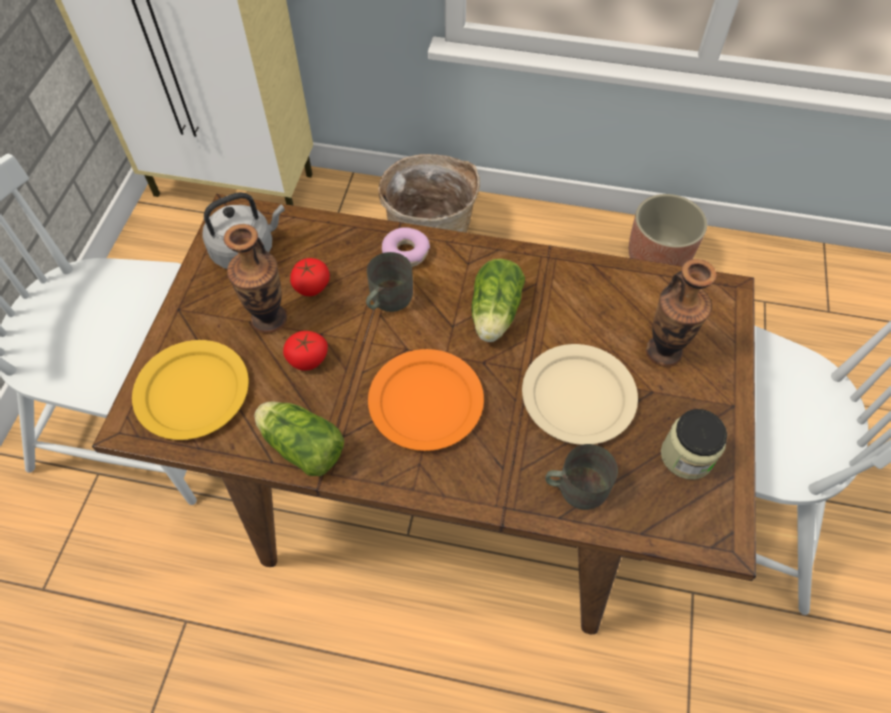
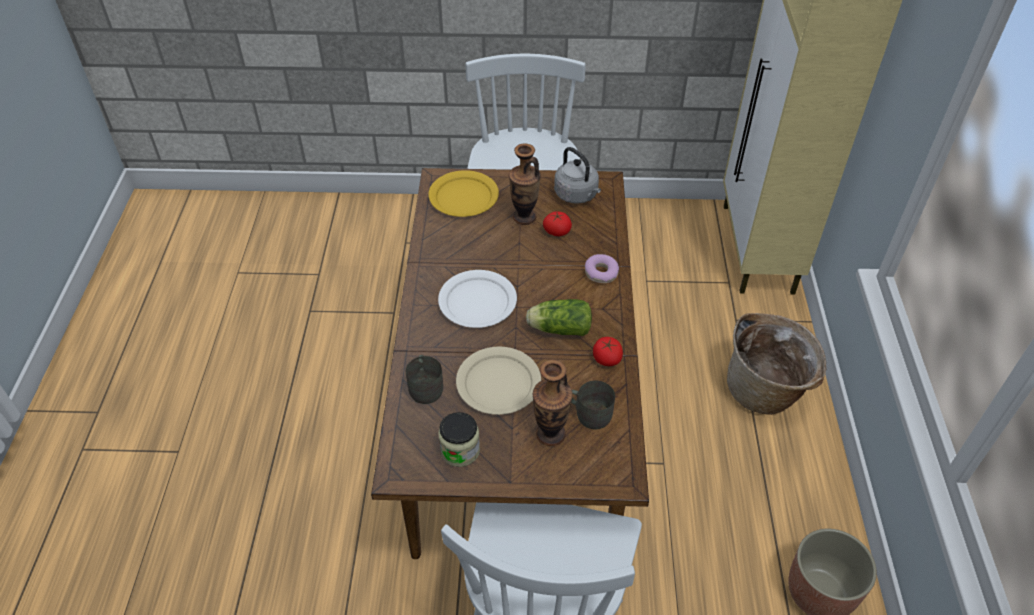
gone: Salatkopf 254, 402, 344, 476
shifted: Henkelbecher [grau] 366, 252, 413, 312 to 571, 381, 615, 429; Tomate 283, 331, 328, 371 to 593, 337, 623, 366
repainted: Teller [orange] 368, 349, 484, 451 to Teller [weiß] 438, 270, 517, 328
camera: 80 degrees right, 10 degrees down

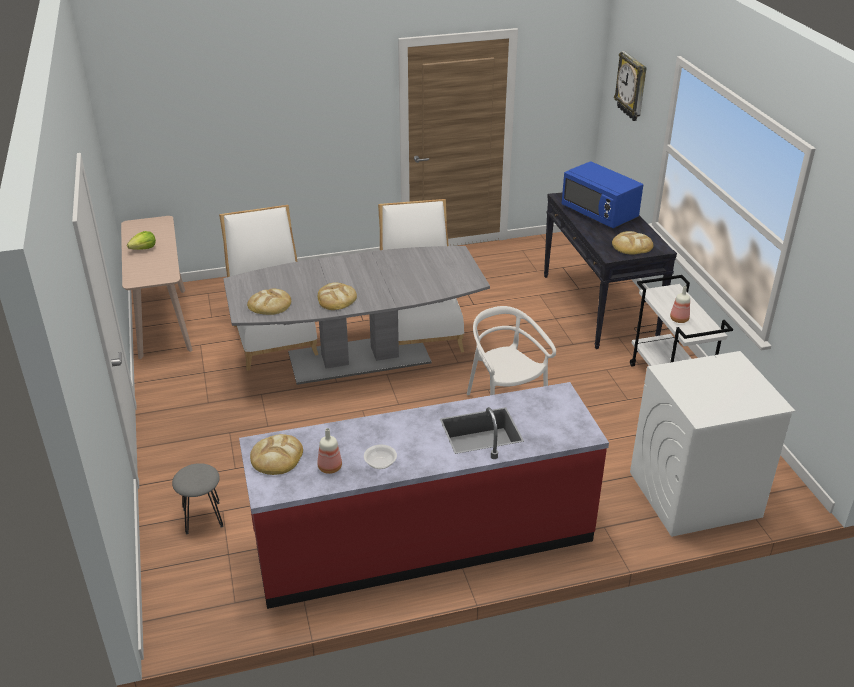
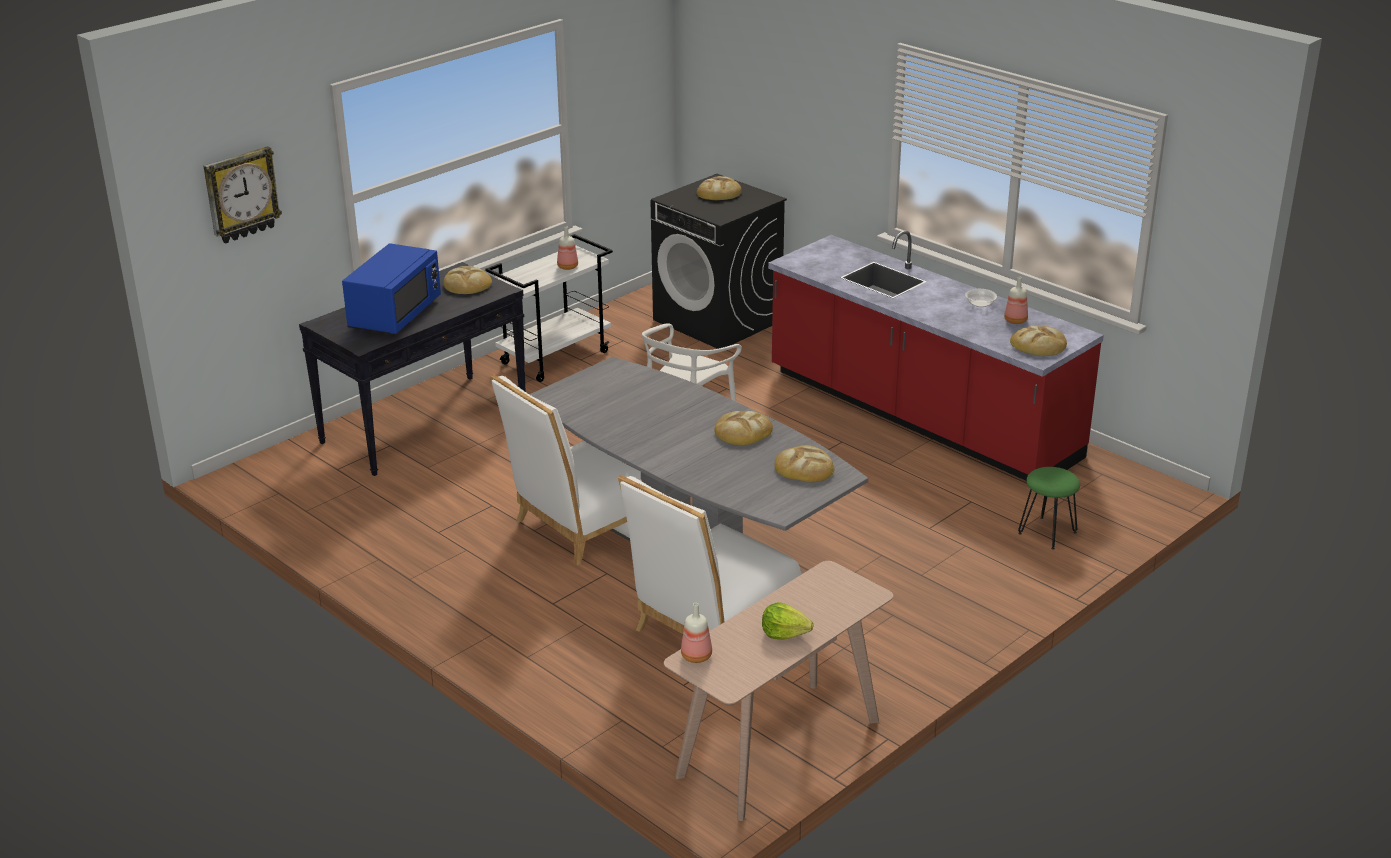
new: Flasche 681, 603, 712, 663; Brot 697, 176, 741, 200
repainted: Waschmaschine [weiß] 630, 351, 795, 537 to Waschmaschine [schwarz] 651, 174, 787, 349; Hocker [grau] 172, 463, 223, 534 to Hocker [grün] 1018, 467, 1080, 549
camera: 120 degrees left, 5 degrees down

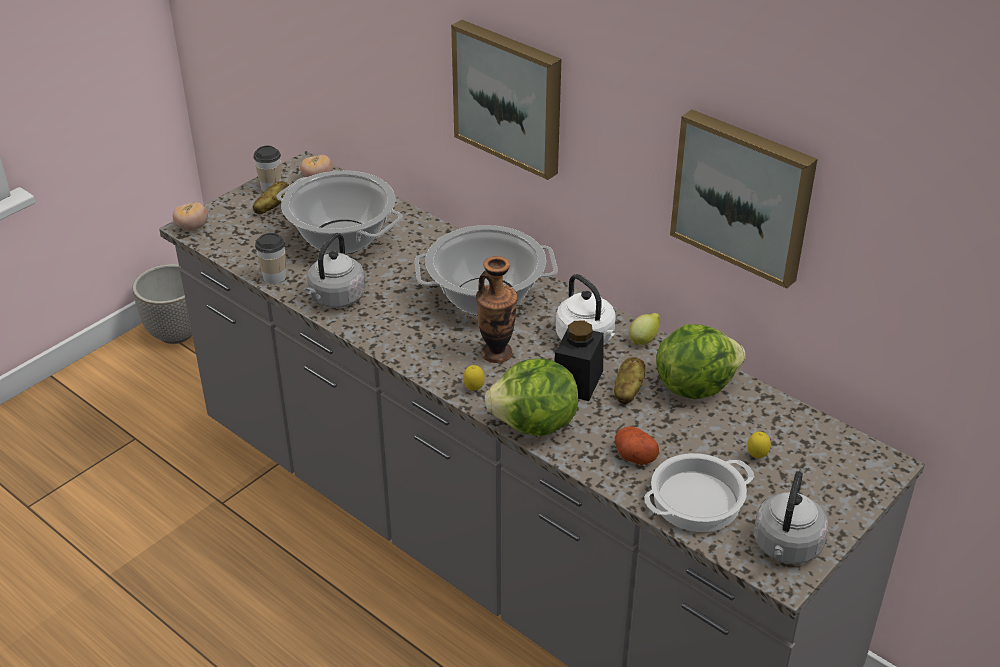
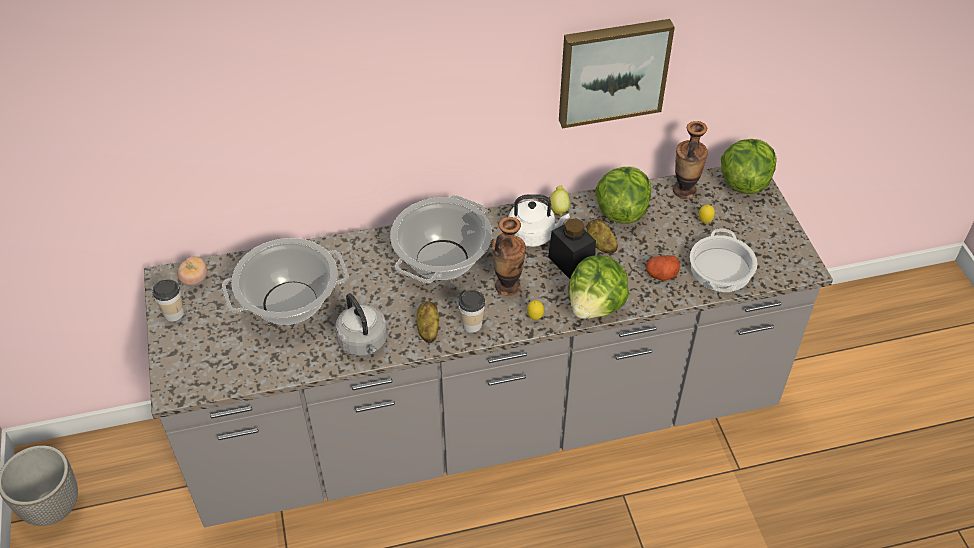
gone: Tomate 173, 202, 208, 231; Bild 451, 20, 561, 180; Wasserkessel [grau] 754, 471, 828, 564
new: Vase 673, 121, 708, 199; Salatkopf 721, 139, 777, 194
shifted: Kartoffel 253, 181, 289, 214 to 417, 301, 439, 343; Tasse 255, 233, 286, 284 to 458, 290, 485, 333
camera: 55 degrees left, 10 degrees up

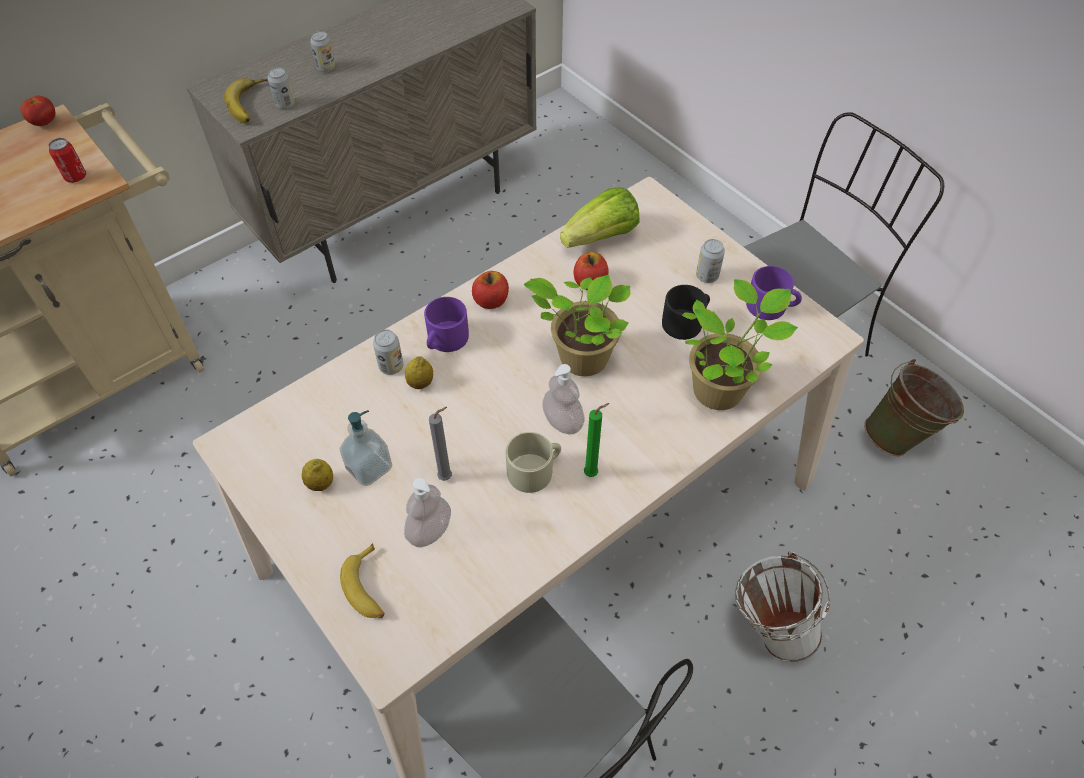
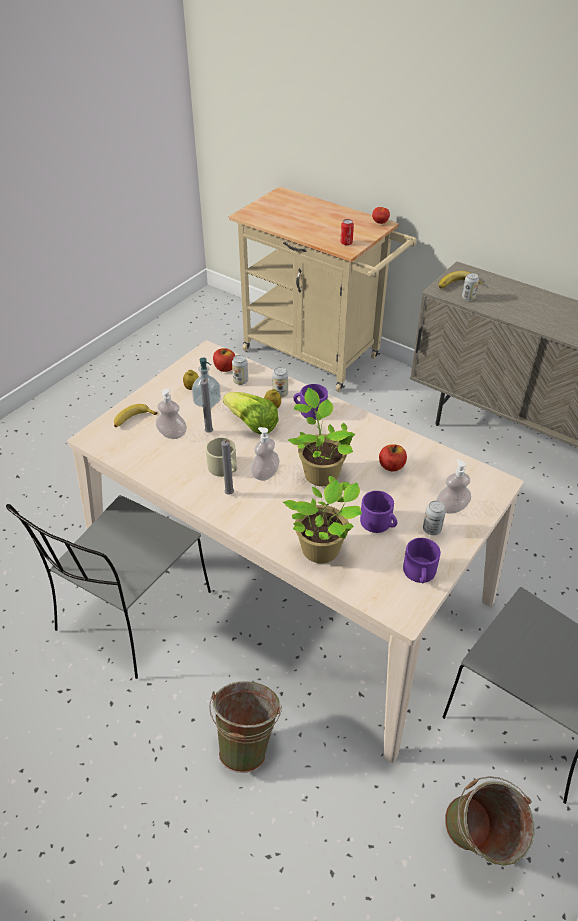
new: Seifenspender 436, 459, 471, 514
shifted: Apfel 472, 271, 509, 309 to 213, 348, 235, 372; Salatkopf 560, 187, 640, 248 to 223, 392, 279, 435; Dose 310, 31, 335, 72 to 232, 355, 248, 385
repainted: Eimer [weiß] 735, 551, 830, 662 to Eimer [grün] 209, 681, 282, 773; Kerze [grün] 584, 403, 609, 477 to Kerze [grau] 221, 440, 234, 495; Henkelbecher [schwarz] 662, 285, 710, 340 to Henkelbecher [lila] 360, 491, 397, 533
camera: 75 degrees right, 10 degrees down

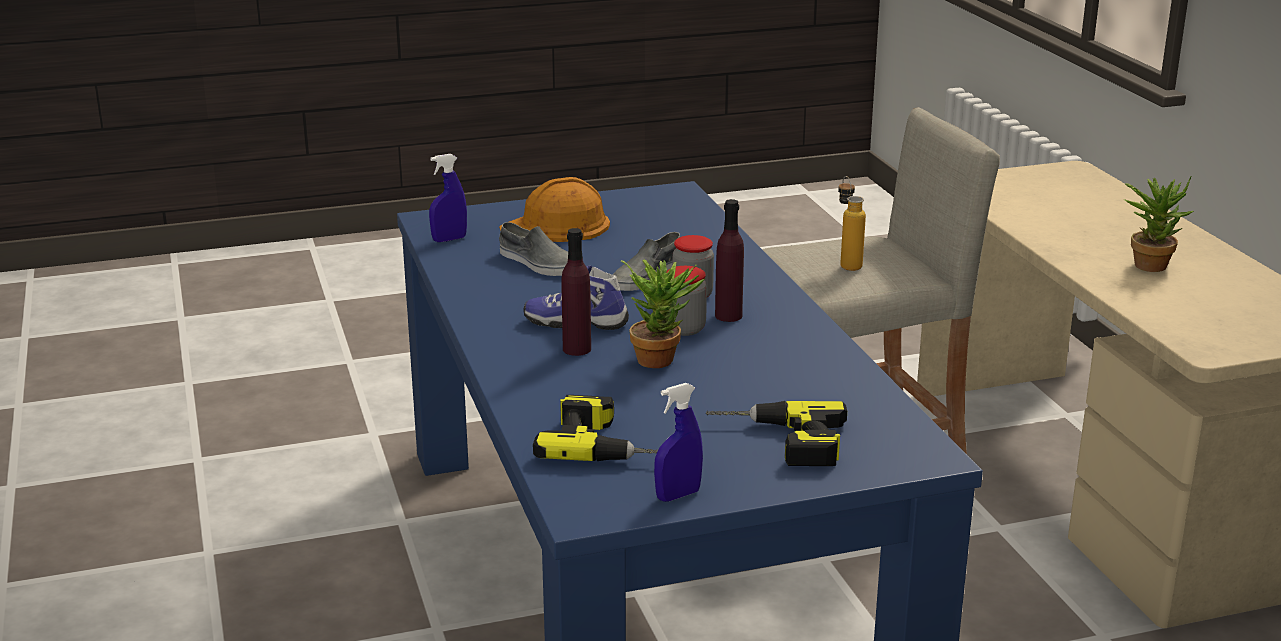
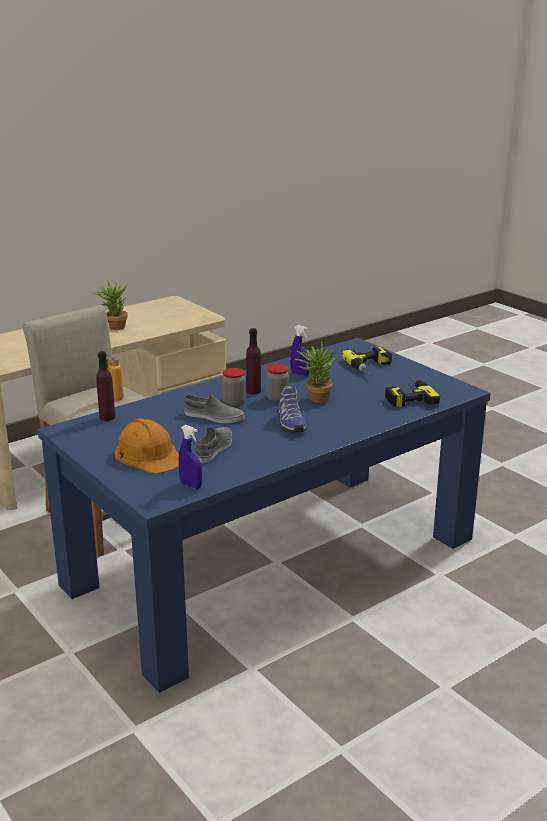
shifted: Flasche [lila] 562, 228, 591, 356 to 96, 351, 115, 421; Sprühflasche [blau] 654, 383, 703, 502 to 290, 325, 310, 376
camera: 110 degrees left, 0 degrees up

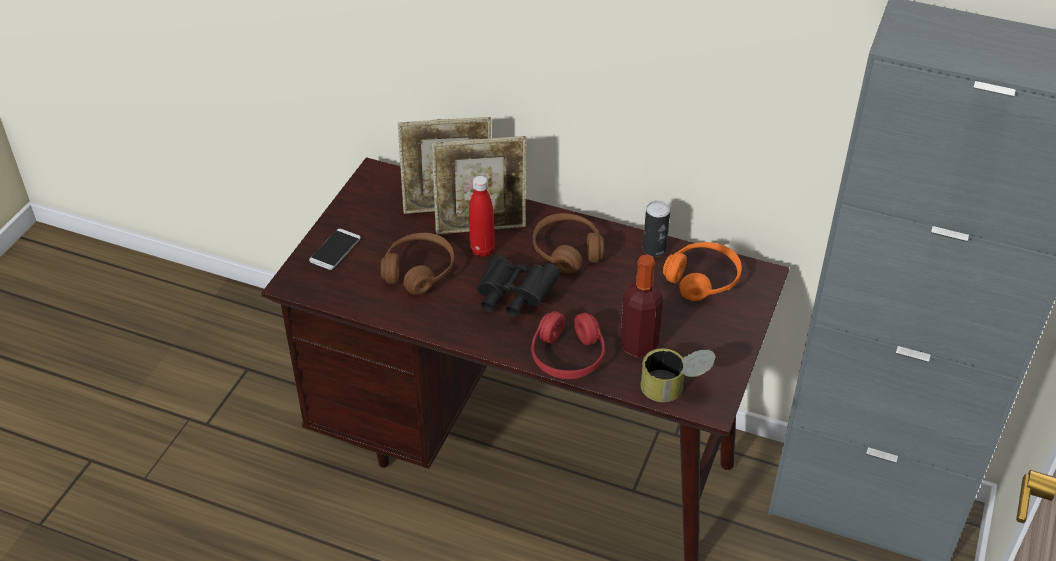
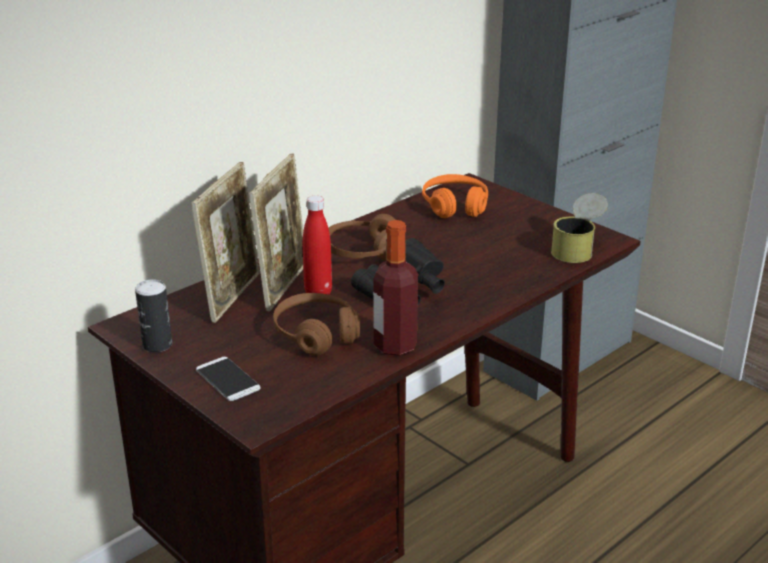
gone: Kopfhörer [rot] 531, 311, 605, 379
shifted: Dose 643, 201, 670, 257 to 135, 279, 172, 352; Flasche 620, 255, 663, 358 to 373, 220, 418, 356
camera: 65 degrees left, 15 degrees down

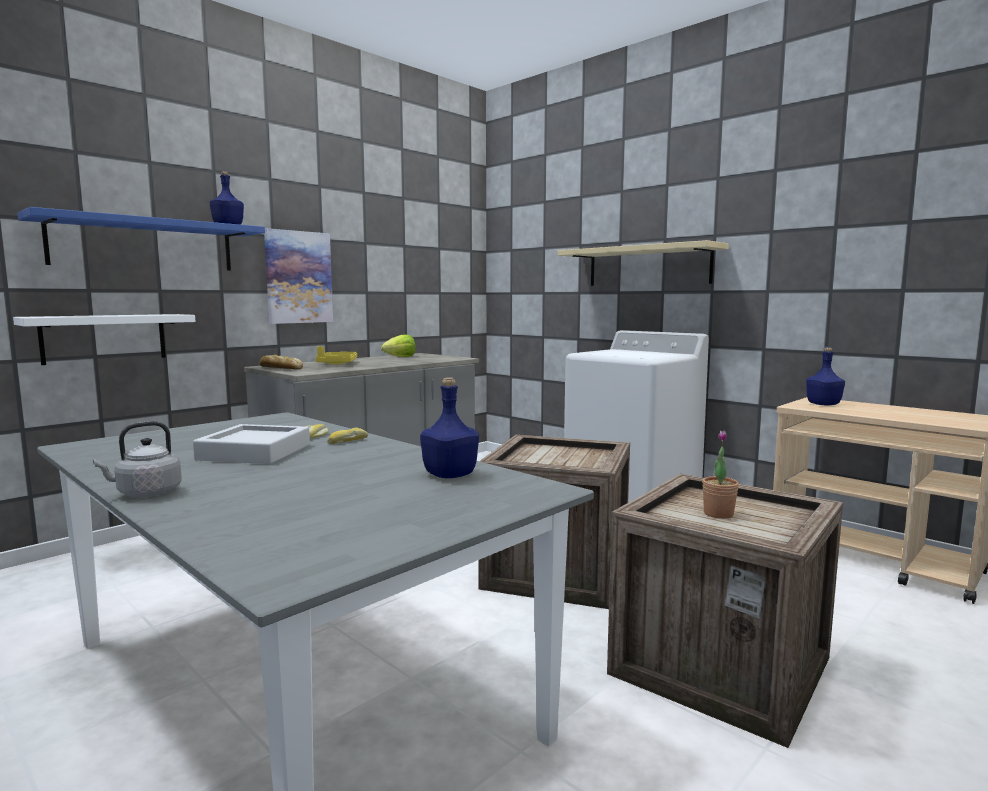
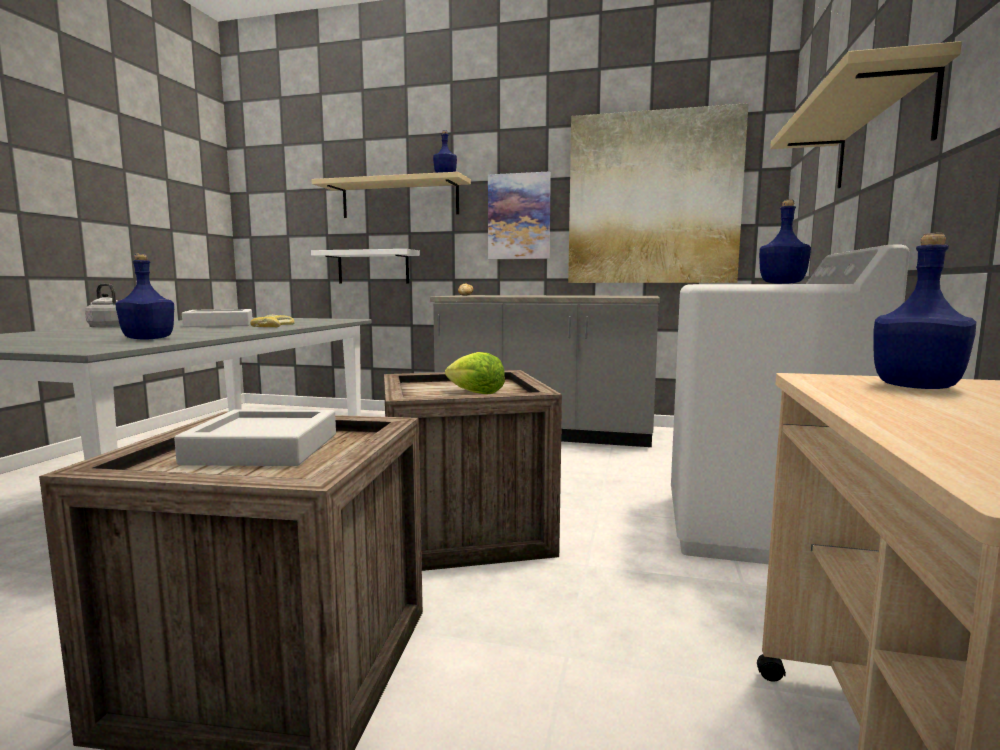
gone: Tablett [gelb] 316, 346, 357, 365
new: Bild 568, 103, 749, 283; Flasche [blau] 759, 200, 811, 284
shifted: Salatkopf 381, 335, 416, 357 to 445, 352, 505, 394
swapped: Topfpflanze 702, 430, 739, 519 to Tablett [grau] 174, 410, 336, 466
repainted: Wandregal [blau] 17, 207, 265, 271 to Wandregal [beige] 311, 172, 471, 218
camera: 60 degrees right, 0 degrees up

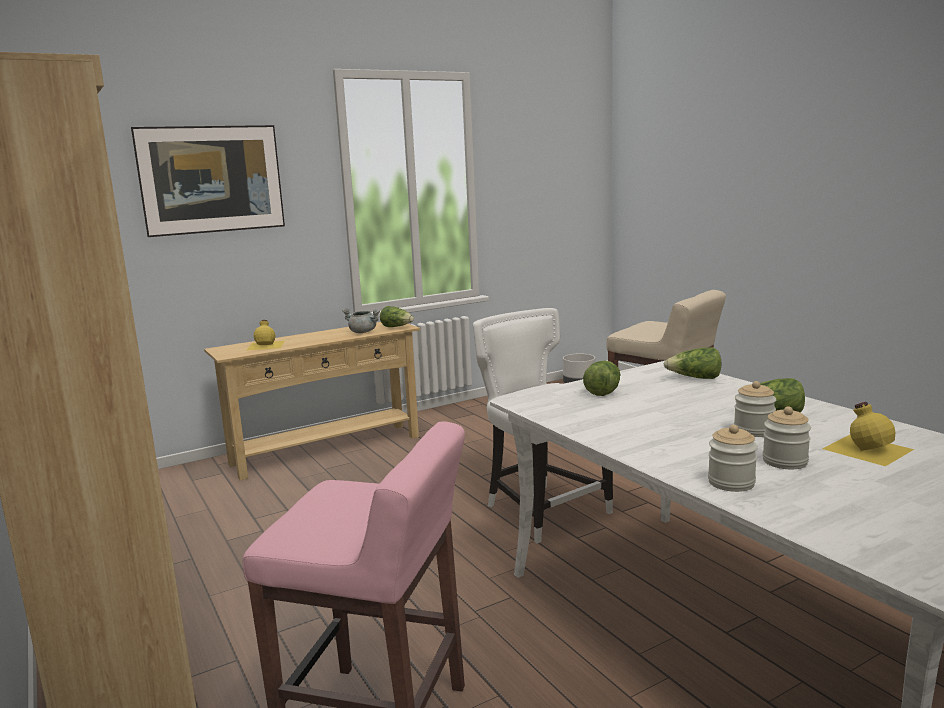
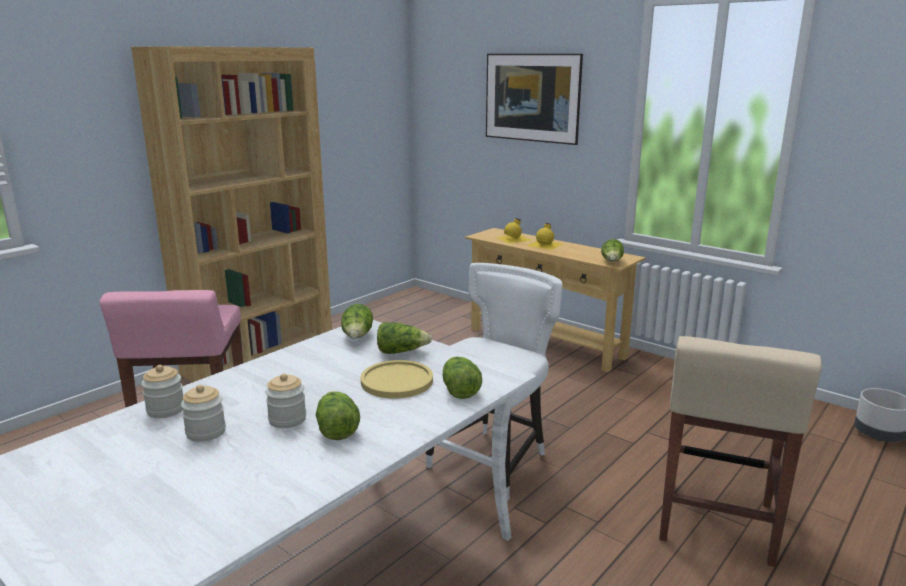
gone: Kochtopf [grau] 342, 308, 380, 333
new: Salatkopf 341, 304, 373, 339; Teller [gelb] 360, 360, 433, 398
shifted: Flasche [gelb] 822, 402, 914, 466 to 527, 223, 563, 250
camera: 70 degrees right, 5 degrees up

